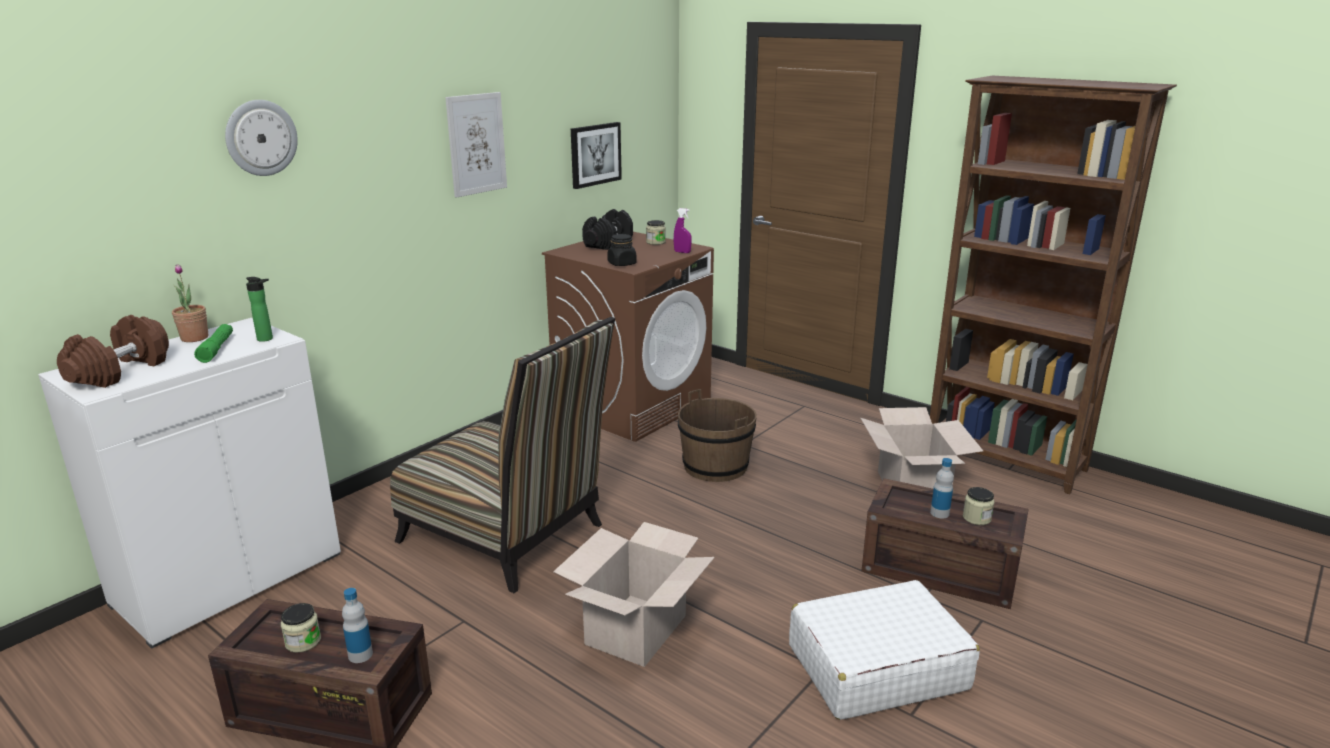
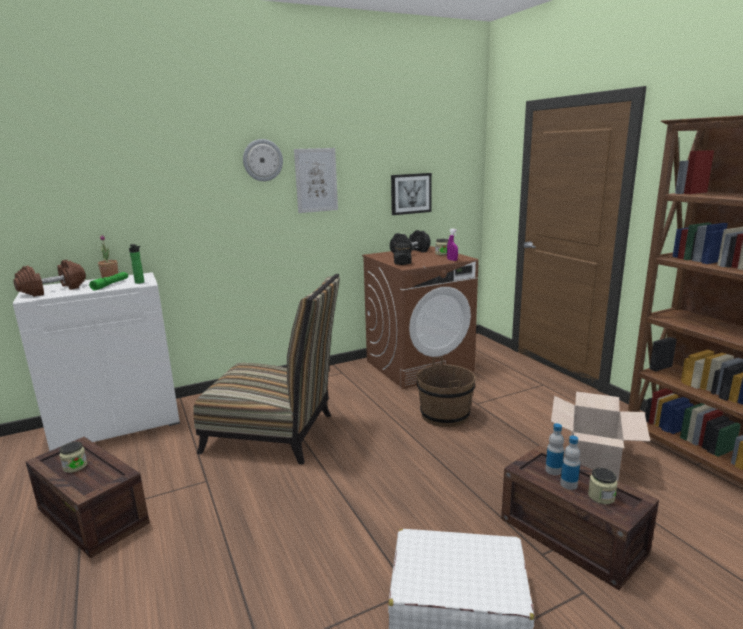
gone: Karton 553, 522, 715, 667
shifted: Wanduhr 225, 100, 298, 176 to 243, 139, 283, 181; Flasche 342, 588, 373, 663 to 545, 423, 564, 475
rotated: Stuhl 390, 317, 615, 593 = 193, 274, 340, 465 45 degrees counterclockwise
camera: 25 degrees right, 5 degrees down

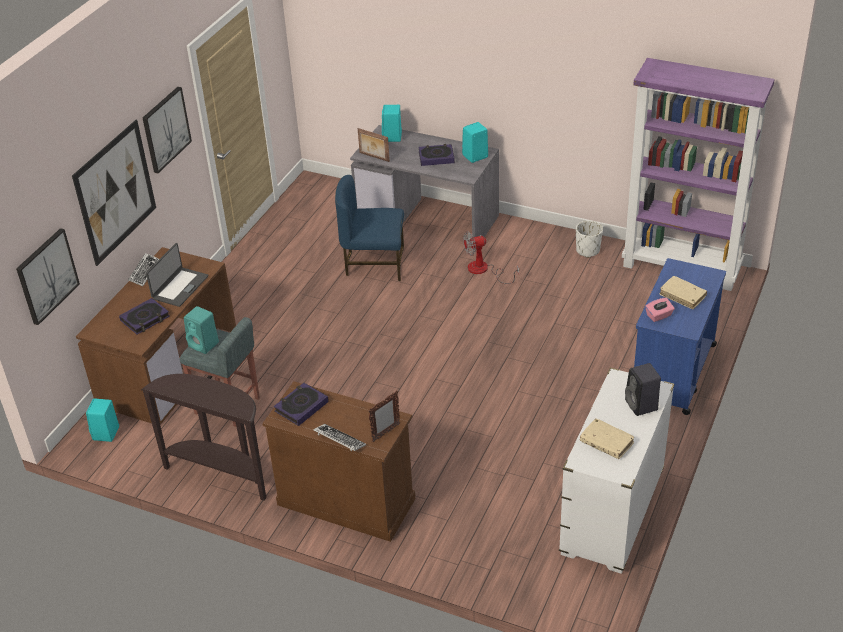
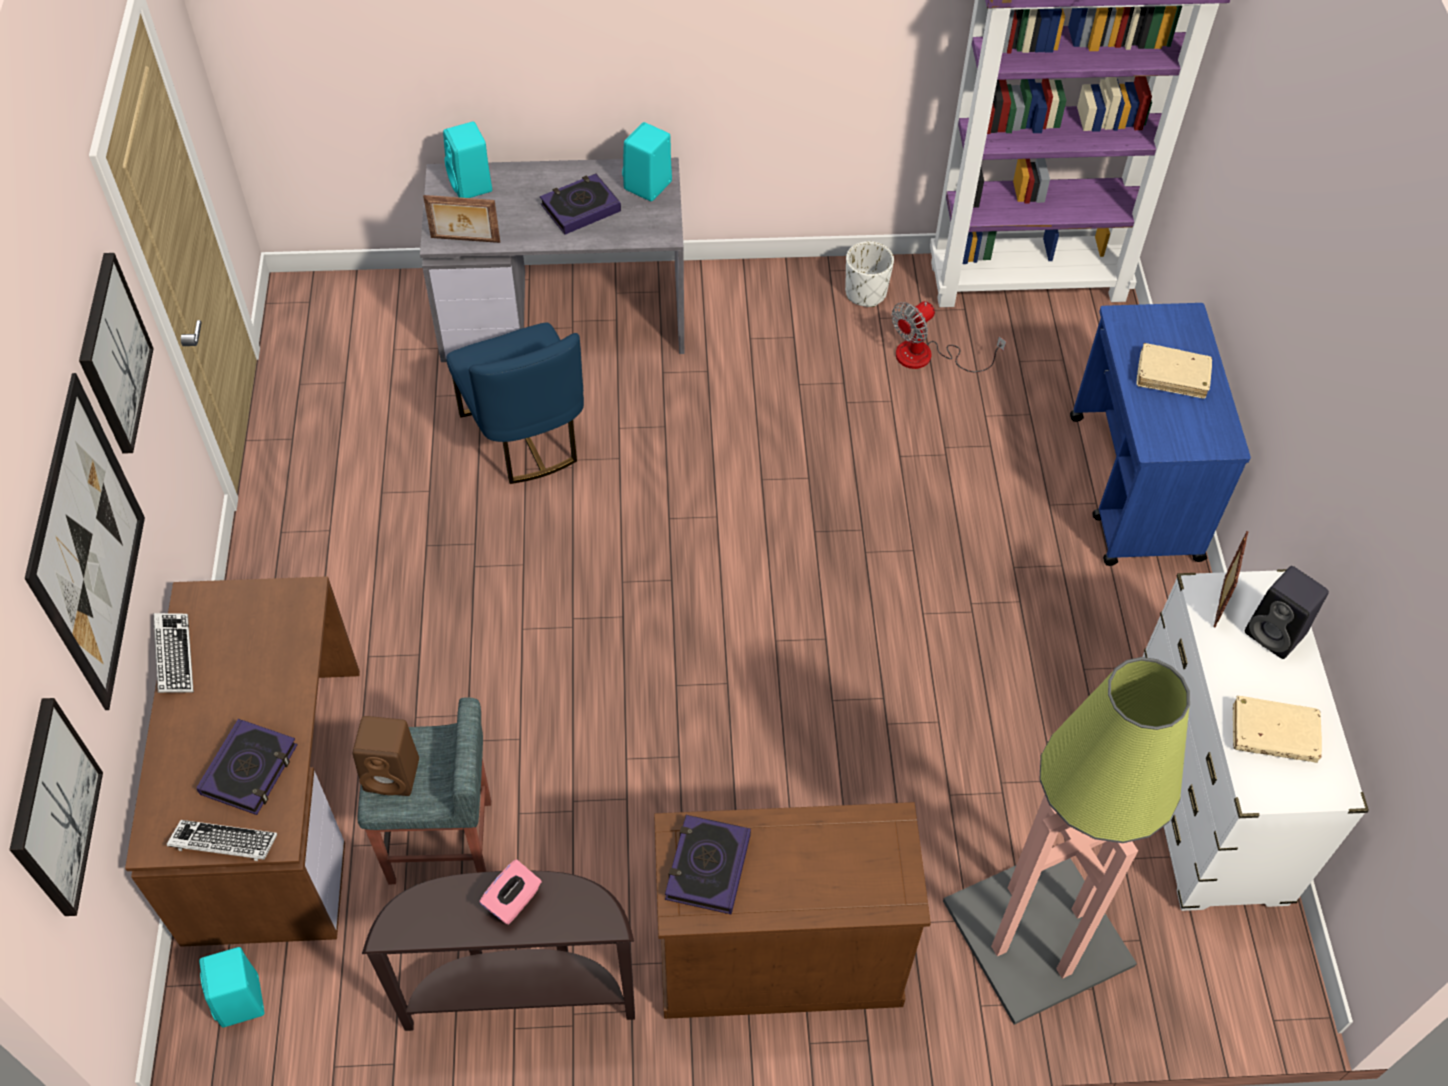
gone: Laptop 146, 243, 208, 307
new: Stehlampe 943, 657, 1190, 1025
shifted: Tastatur 313, 424, 366, 451 to 167, 820, 277, 861; Taschentuchbox [rosa] 645, 298, 675, 322 to 479, 860, 542, 925; Ventilator 463, 231, 519, 284 to 891, 301, 1006, 372; Bilderrahmen 368, 391, 400, 442 to 1213, 531, 1248, 628
repainted: Lautsprecher [türkis] 184, 306, 219, 354 to Lautsprecher [braun] 353, 716, 419, 796
rotated: Stuhl [blau] 335, 175, 404, 281 = 446, 323, 584, 484 90 degrees counterclockwise
camera: 30 degrees left, 15 degrees up

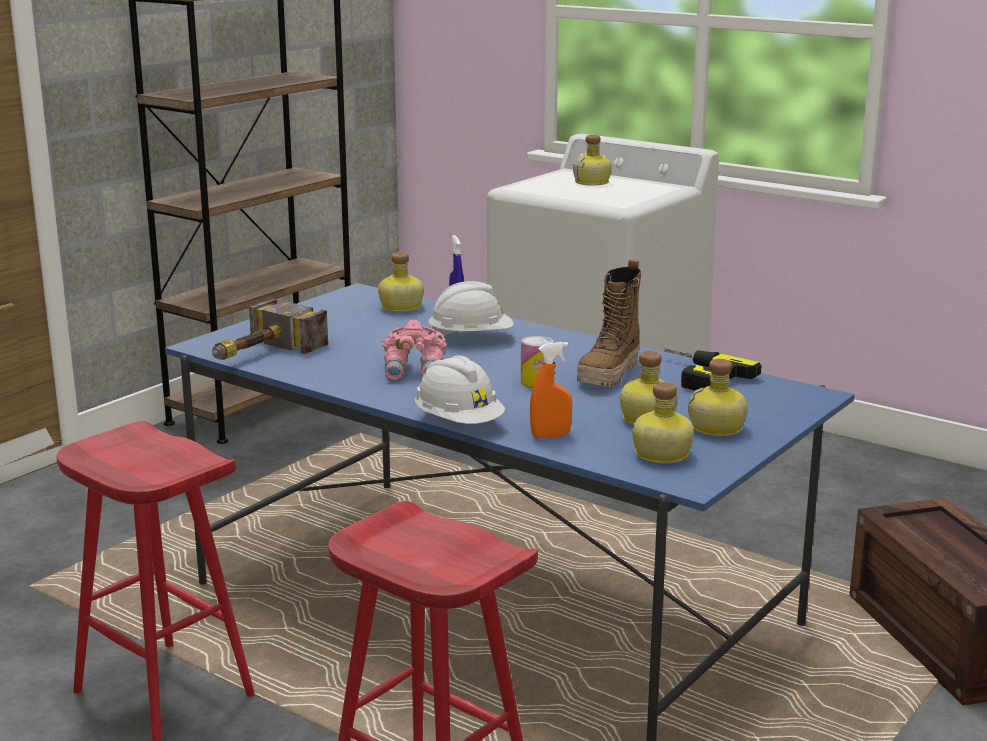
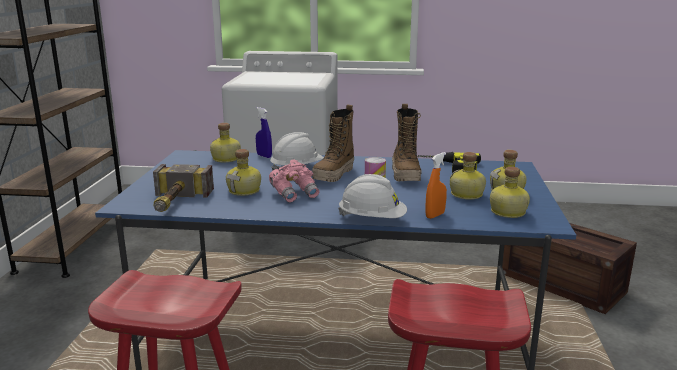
new: Stiefel 312, 105, 354, 182
shifted: Flasche 573, 135, 612, 186 to 226, 149, 261, 196
camera: 30 degrees left, 0 degrees up

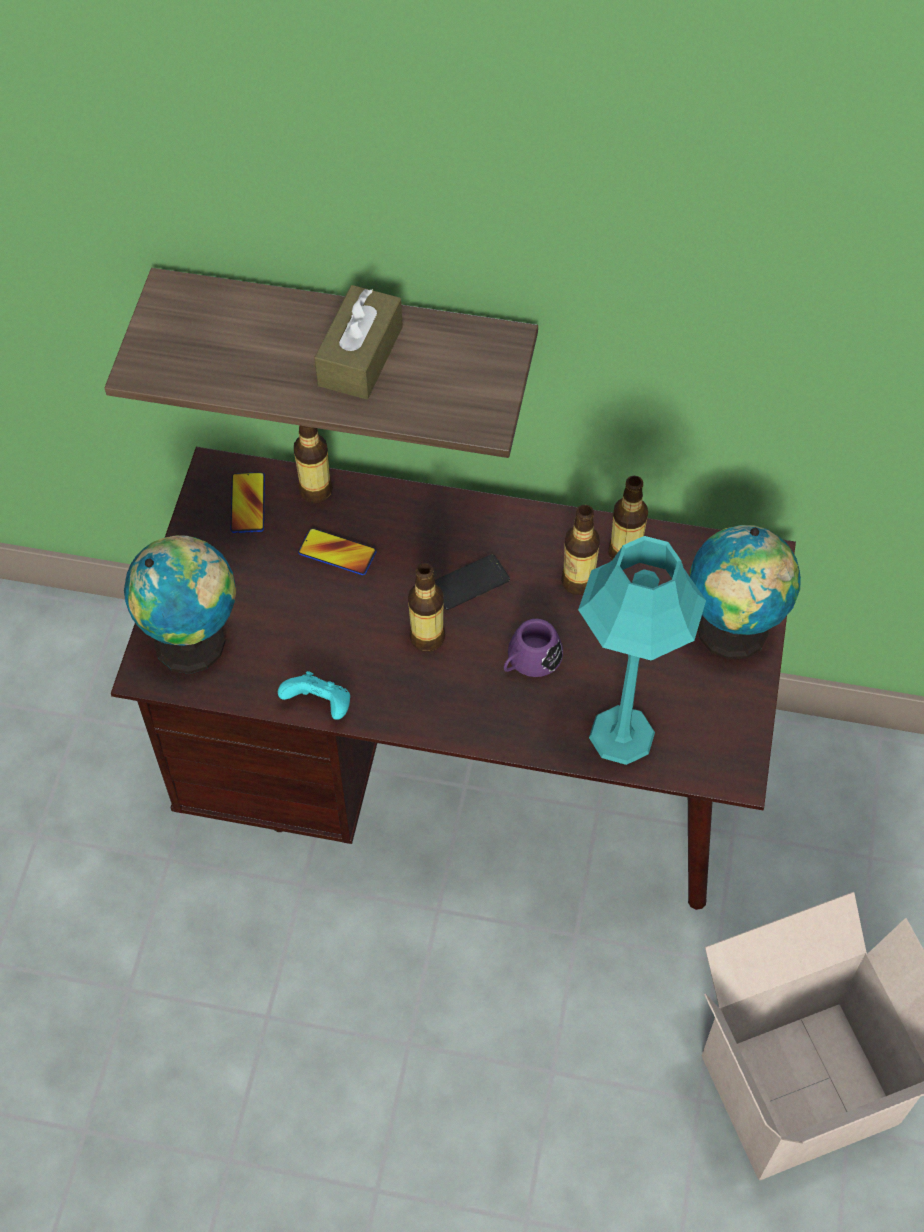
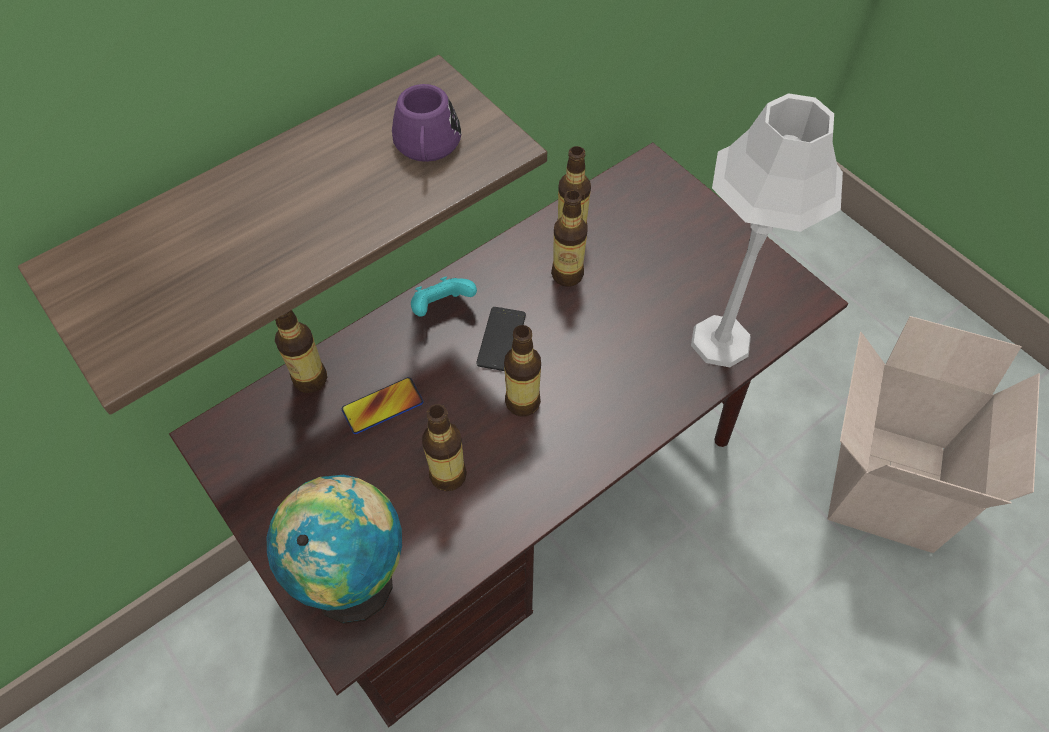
gone: Handy 231, 472, 265, 533; Taschentuchbox [braun] 314, 285, 403, 399; Globus 690, 525, 801, 659
new: Flasche 422, 404, 467, 491
shifted: Henkelbecher [lila] 504, 619, 563, 677 to 392, 84, 461, 162; Gamepad [türkis] 278, 671, 350, 720 to 411, 277, 477, 317
repainted: Tischlampe [türkis] 578, 536, 706, 765 to Tischlampe [grau] 691, 93, 843, 367
camera: 50 degrees left, 0 degrees up

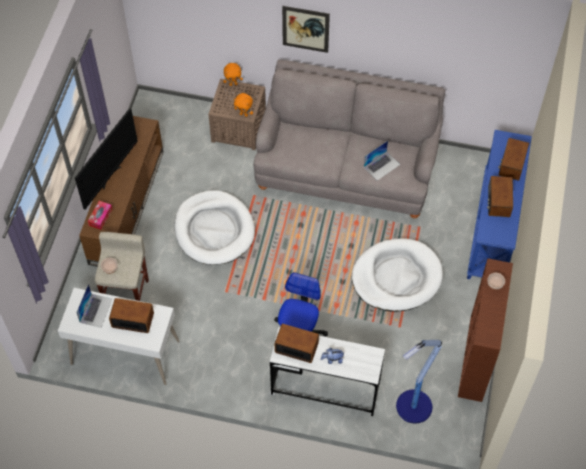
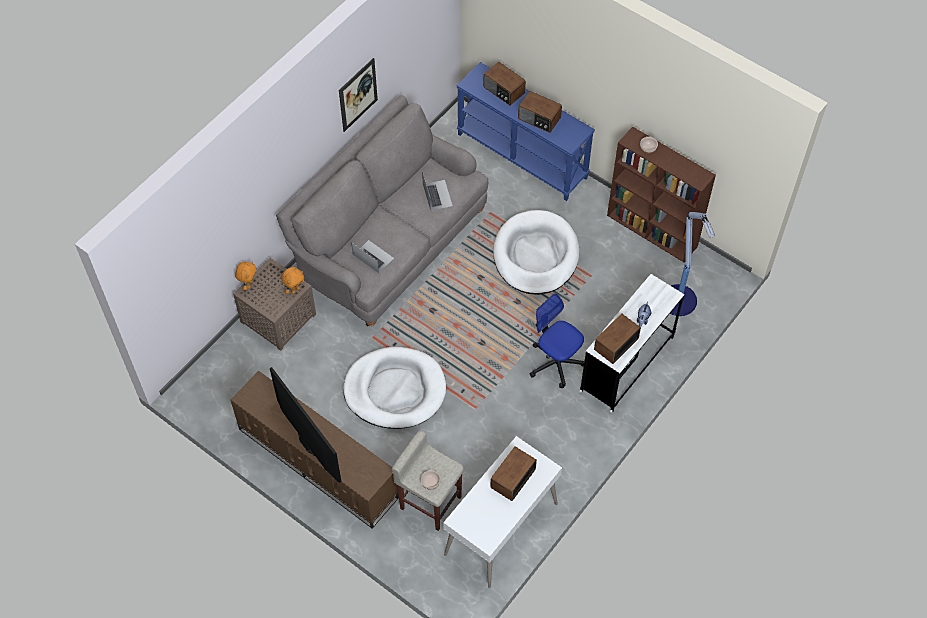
gone: Taschentuchbox 88, 201, 113, 230
shifted: Bild 282, 6, 330, 53 to 339, 58, 378, 132; Laptop 76, 284, 113, 328 to 351, 240, 394, 273
camera: 65 degrees left, 0 degrees up

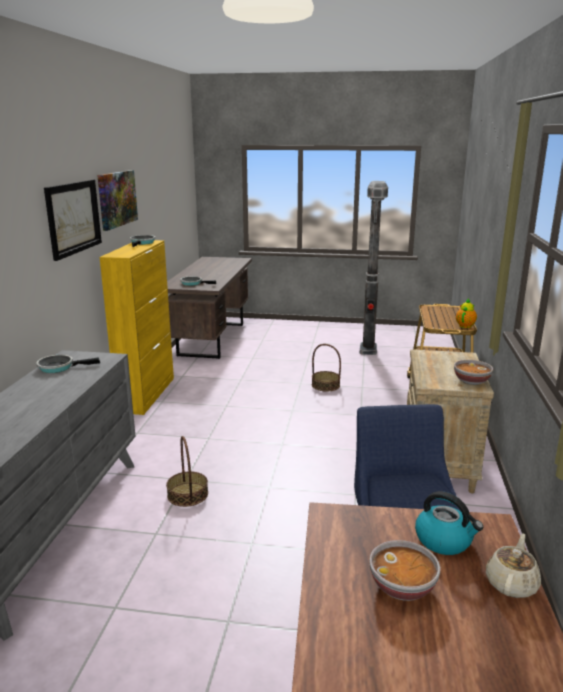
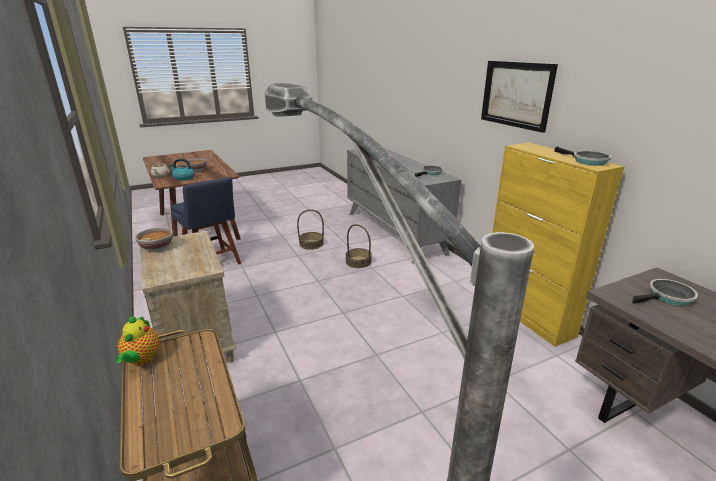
gone: Bild 97, 170, 138, 231
shifted: Korb 312, 344, 341, 392 to 297, 209, 324, 250
camera: 145 degrees right, 5 degrees up

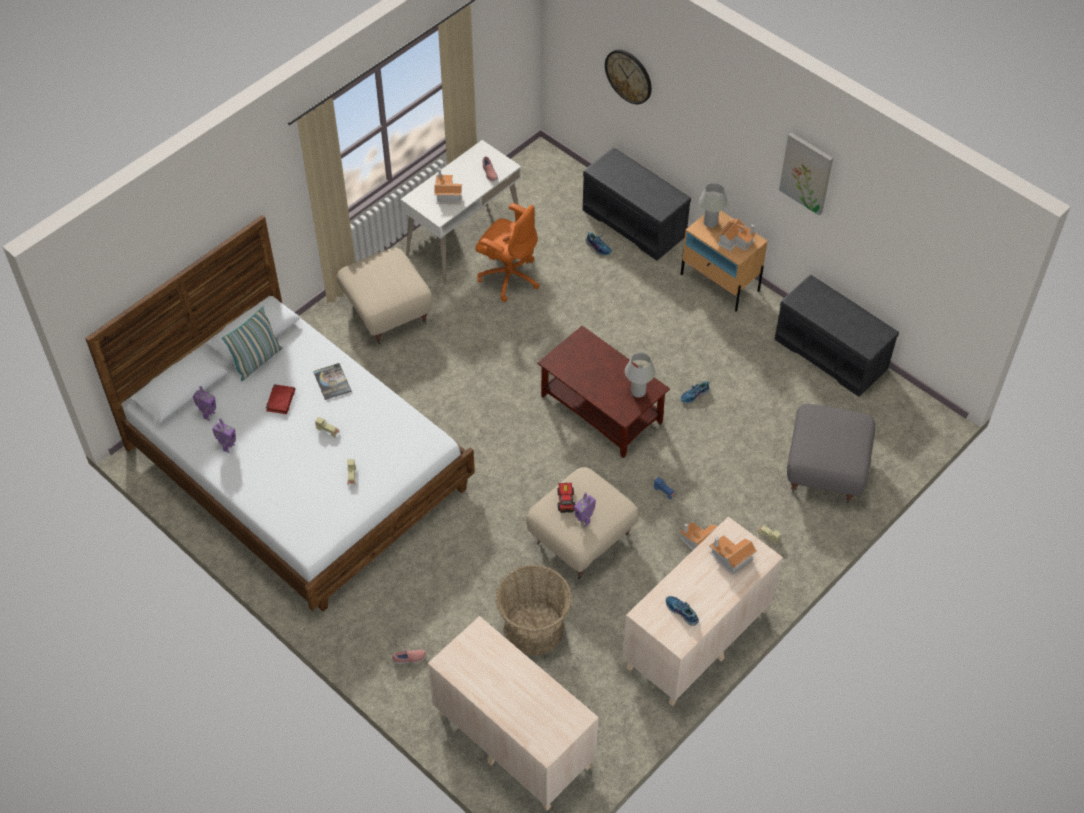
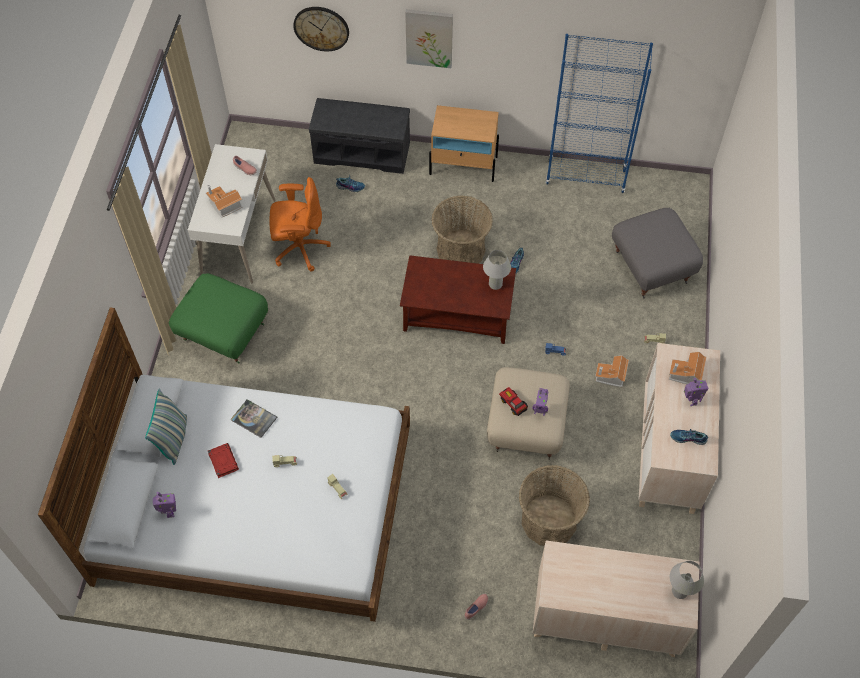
gone: Spielzeughaus 717, 219, 757, 251
new: Korb 431, 196, 493, 264
shifted: Bild 779, 133, 833, 216 to 405, 9, 453, 68; Tischlampe [weiß] 699, 183, 728, 228 to 670, 561, 704, 599; Spielzeugroboter 212, 418, 236, 453 to 684, 378, 709, 406
swapped: Bank [grau] 774, 275, 899, 397 to Bücherregal [blau] 545, 34, 653, 193
repainted: Polsterhocker [beige] 337, 247, 433, 344 to Polsterhocker [grün] 169, 273, 268, 363
camera: 35 degrees left, 5 degrees up

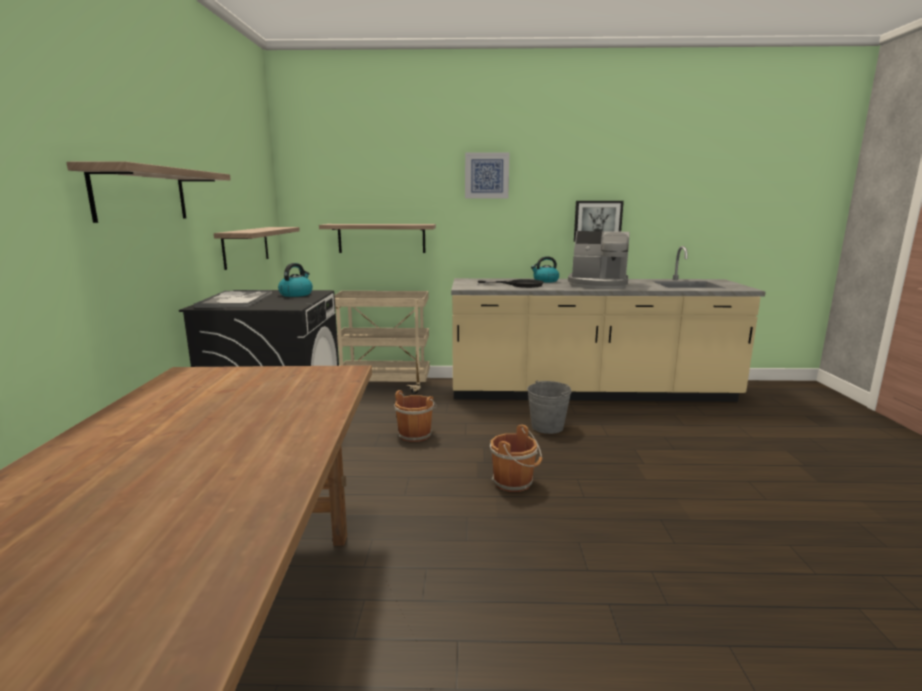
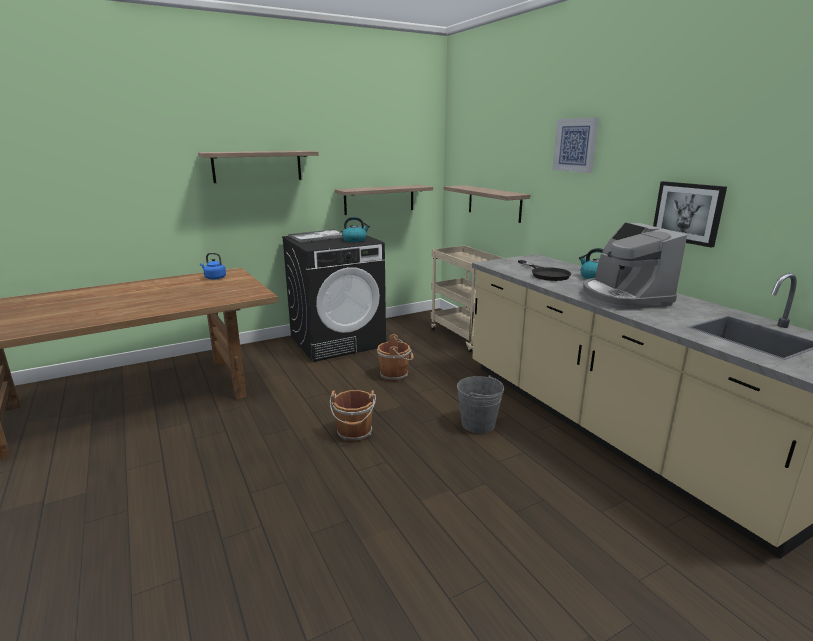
new: Wasserkessel [blau] 200, 253, 226, 280
camera: 60 degrees right, 5 degrees up

